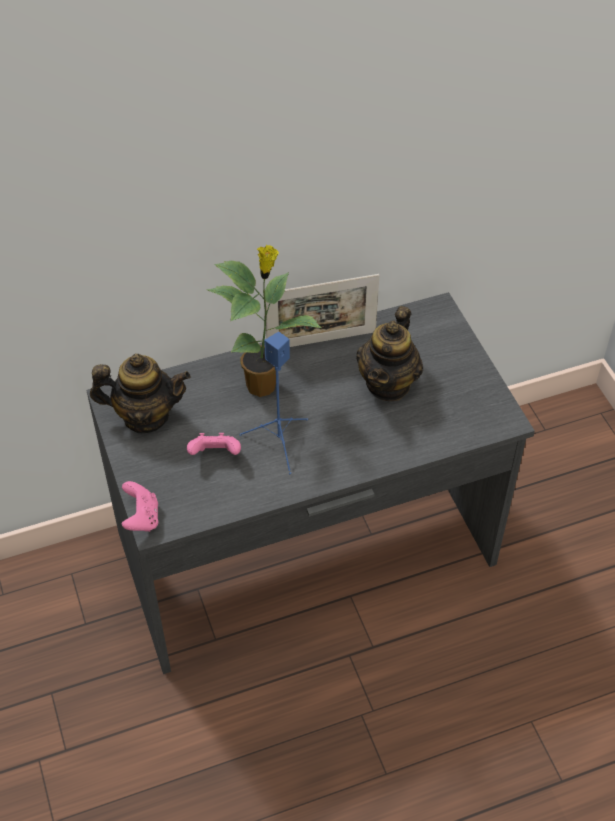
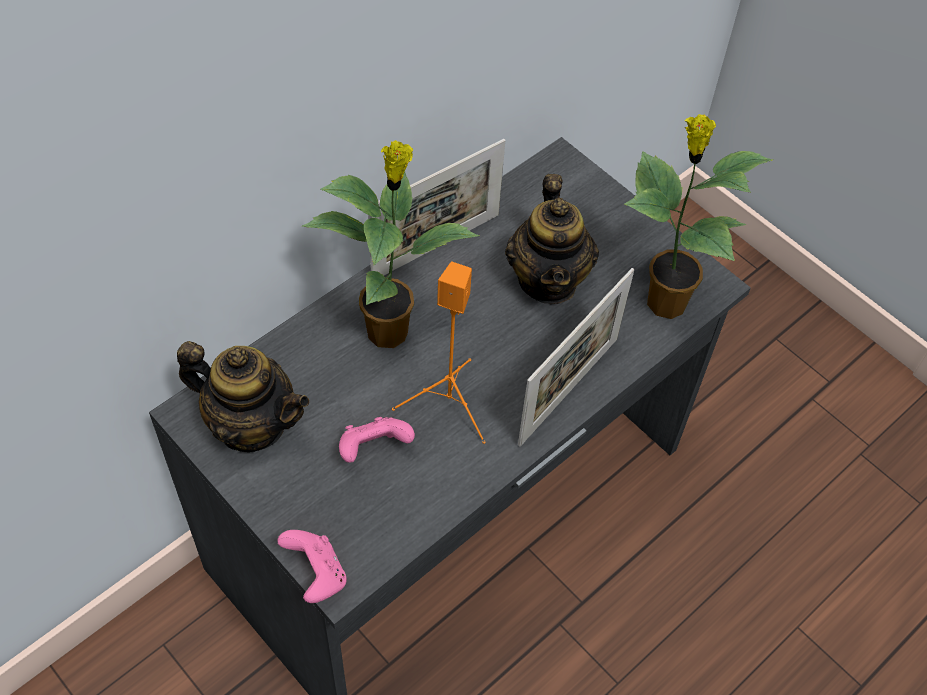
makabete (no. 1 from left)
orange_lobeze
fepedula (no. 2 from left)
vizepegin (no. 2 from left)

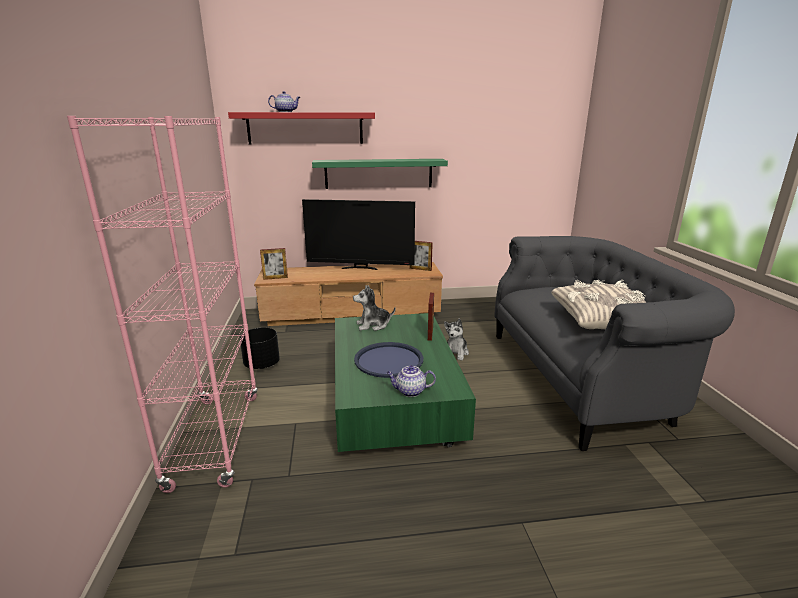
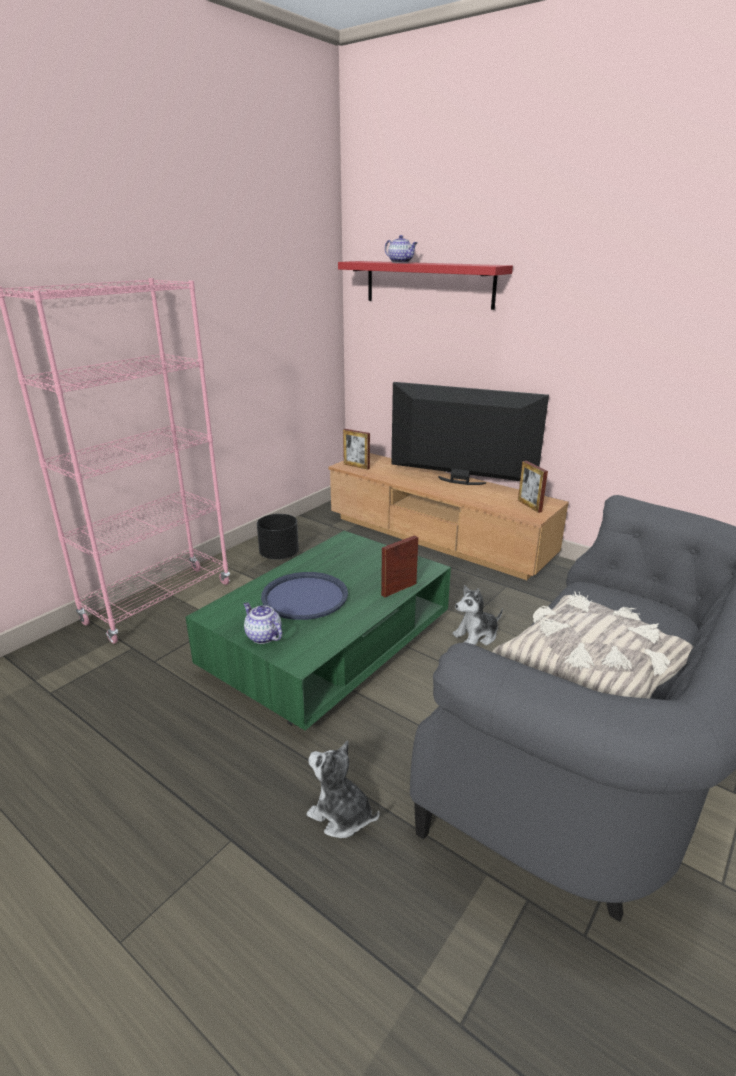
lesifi
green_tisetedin
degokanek (no. 1 from left)

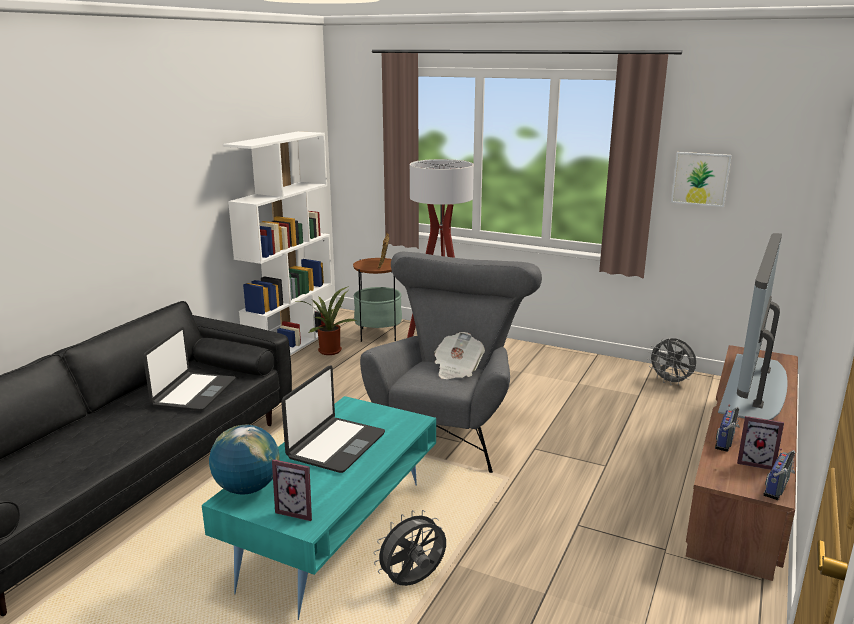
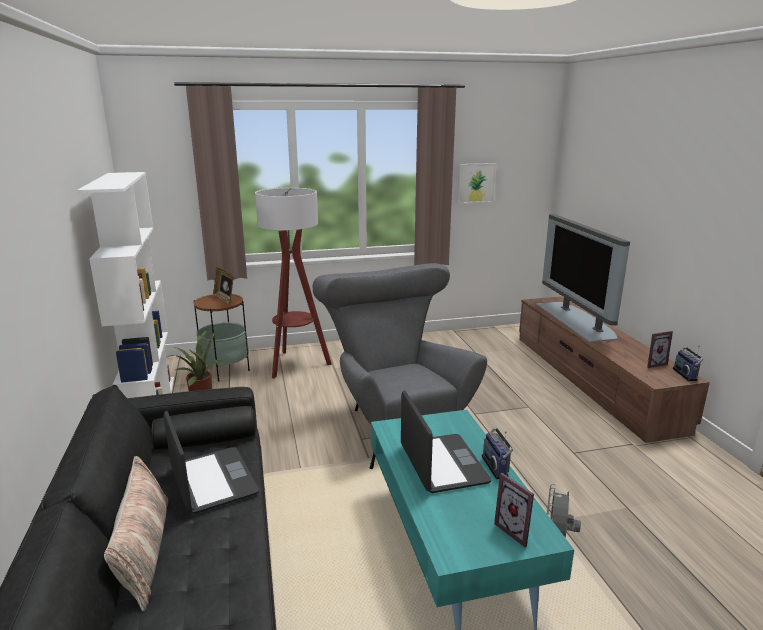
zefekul
fepedula (no. 2 from left)
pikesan
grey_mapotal (no. 2 from left in the first image)
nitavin (no. 1 from left)
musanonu

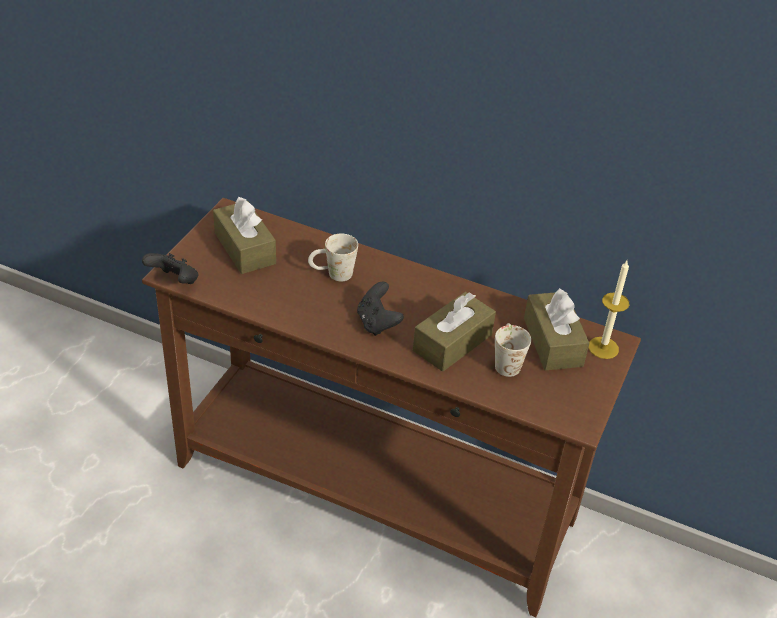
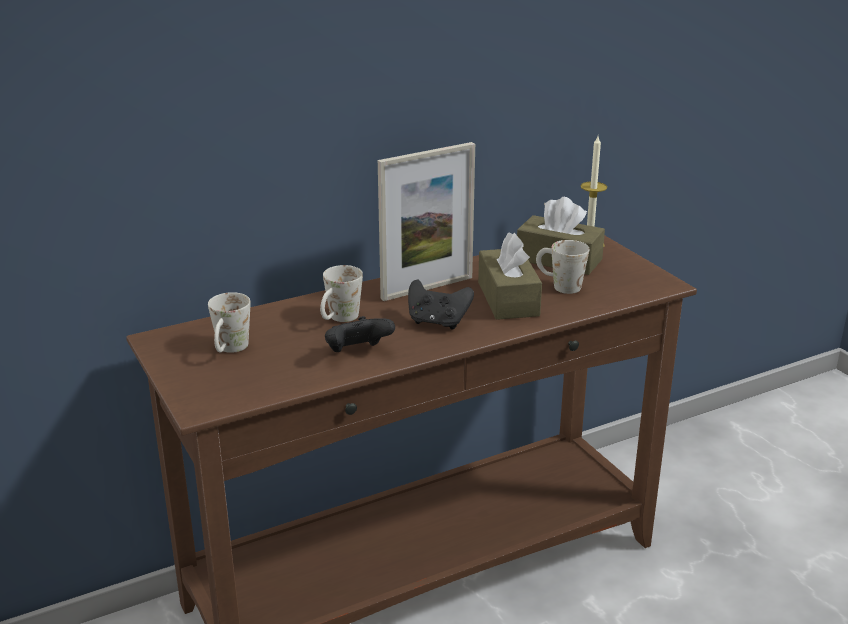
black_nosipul (no. 1 from left)
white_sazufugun (no. 1 from left)
fepedula

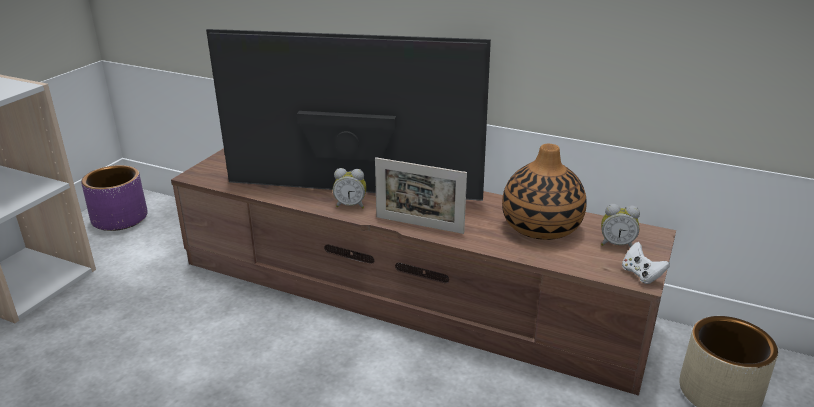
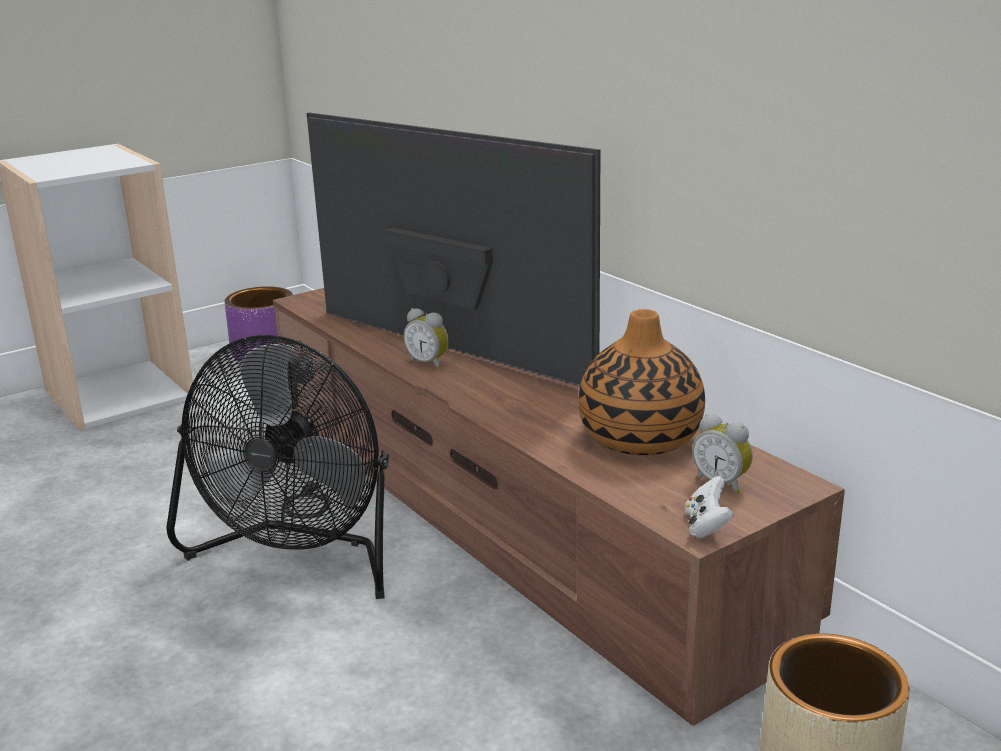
fepedula
black_mapotal

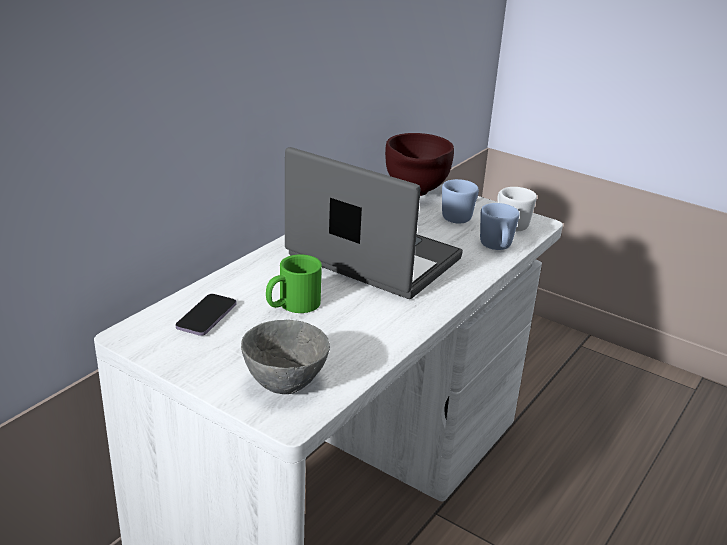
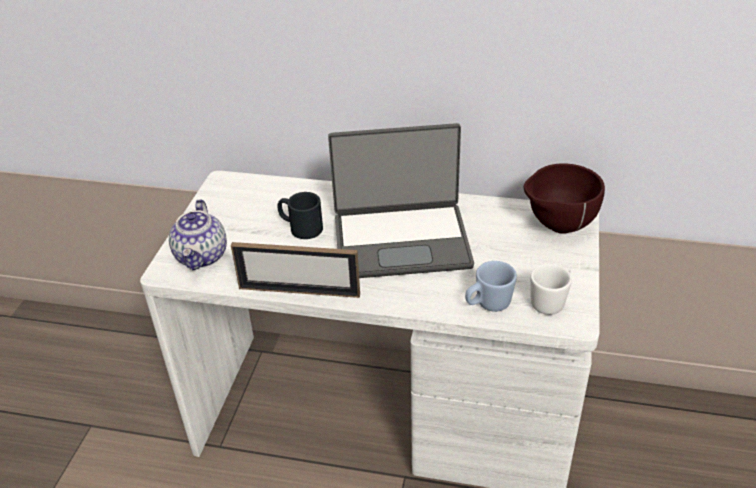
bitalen
makabete
black_sazufugun
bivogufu
blue_sazufugun (no. 1 from left in the first image)
fepedula

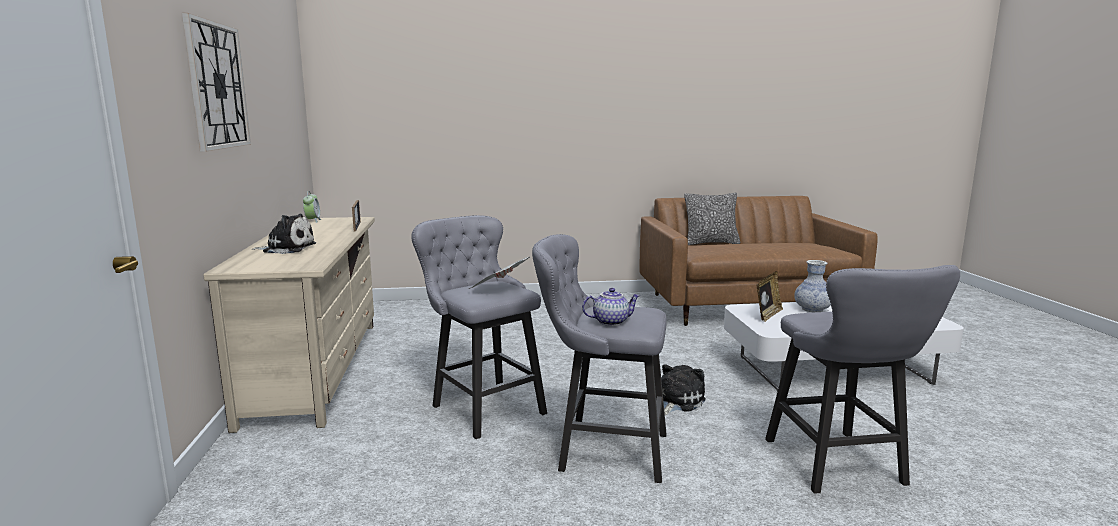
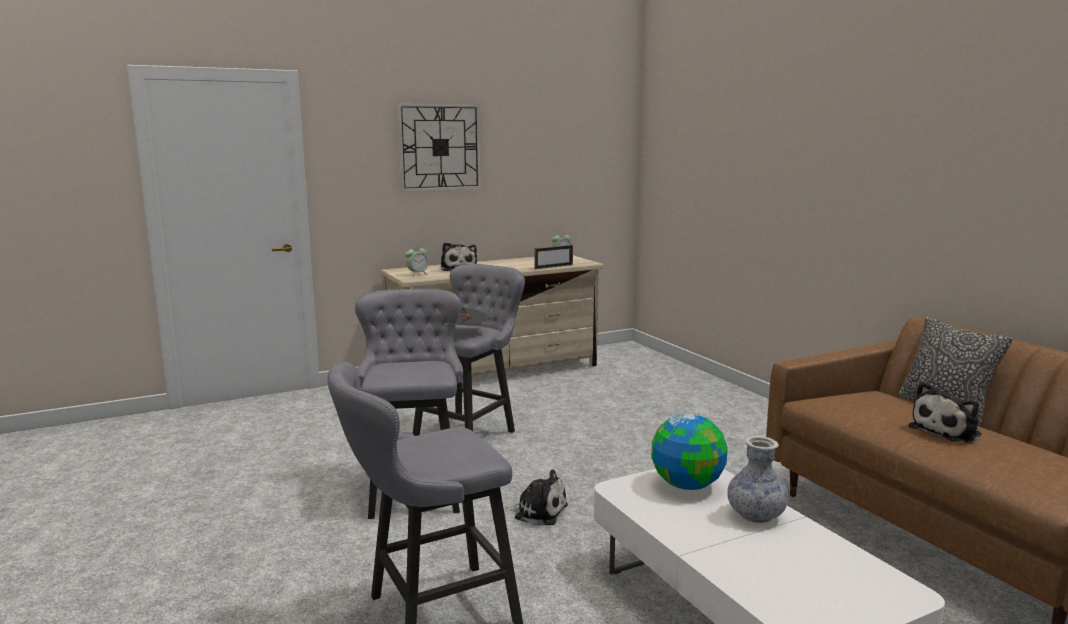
makabete
zefekul
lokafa (no. 1 from left)
degokanek (no. 3 from left)

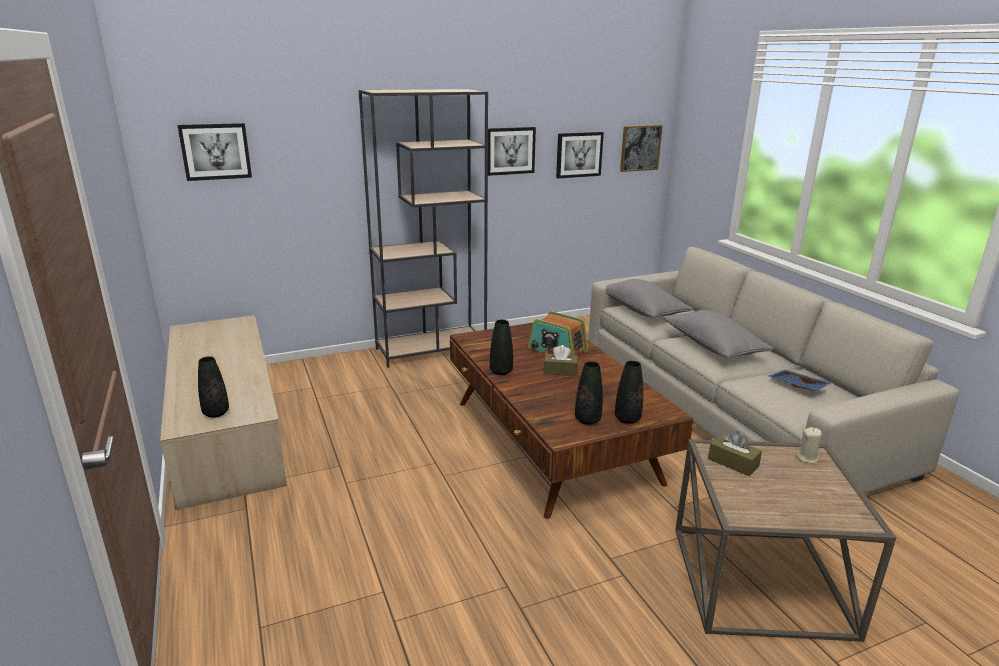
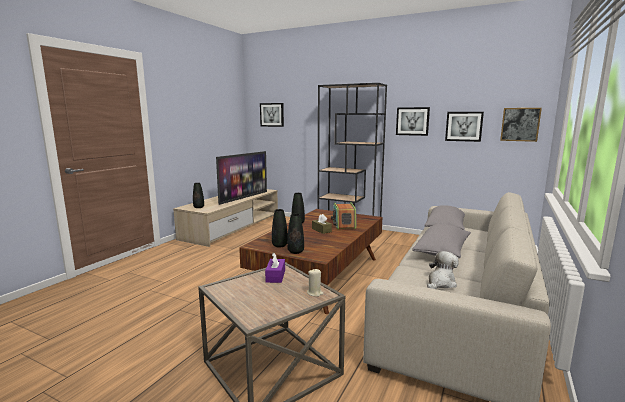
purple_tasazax
degokanek
lesifi

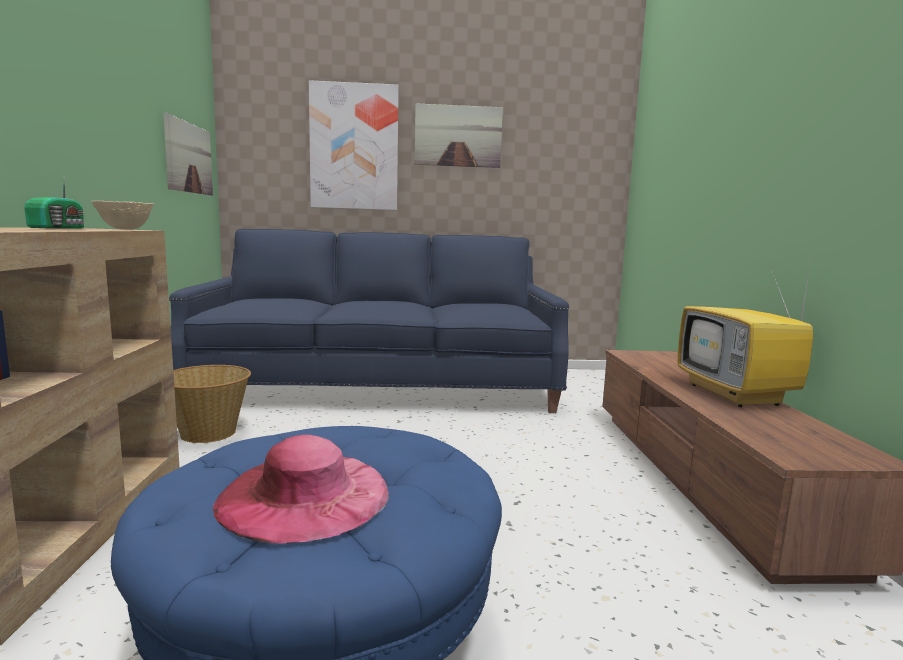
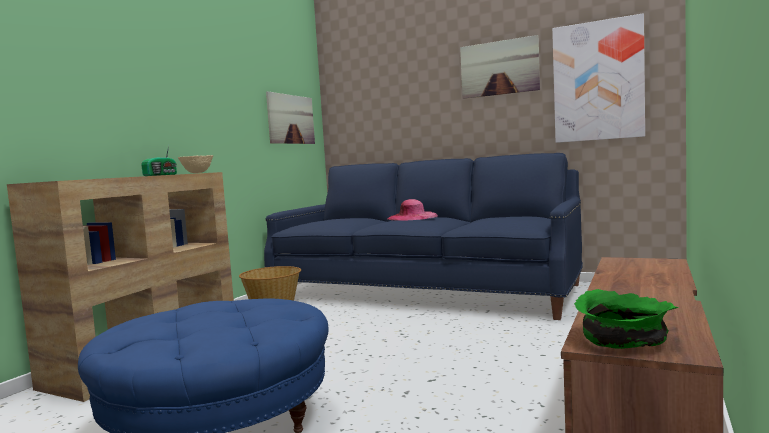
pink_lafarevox
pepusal (no. 3 from left)
lesifi
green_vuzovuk

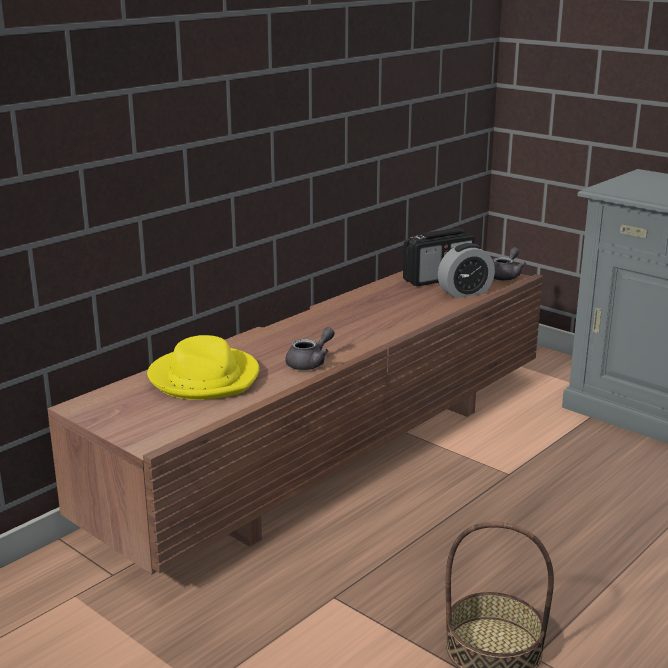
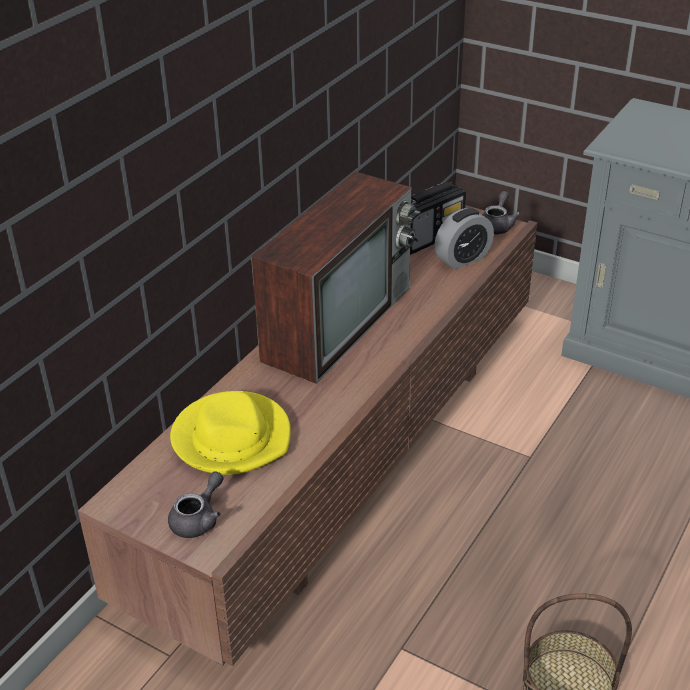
grey_makabete (no. 1 from left)
lesifi

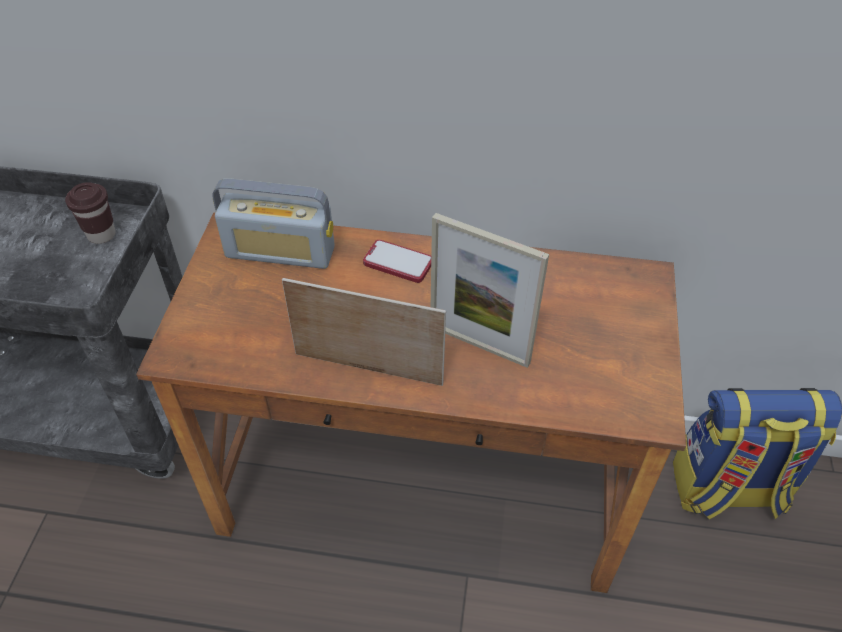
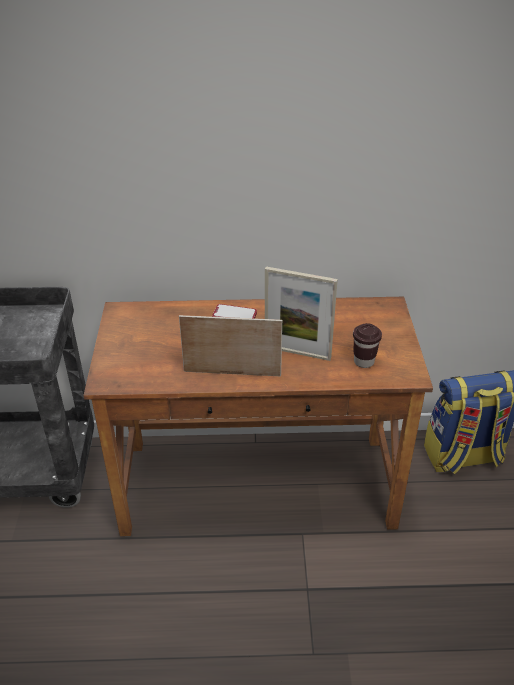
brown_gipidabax
nitavin

